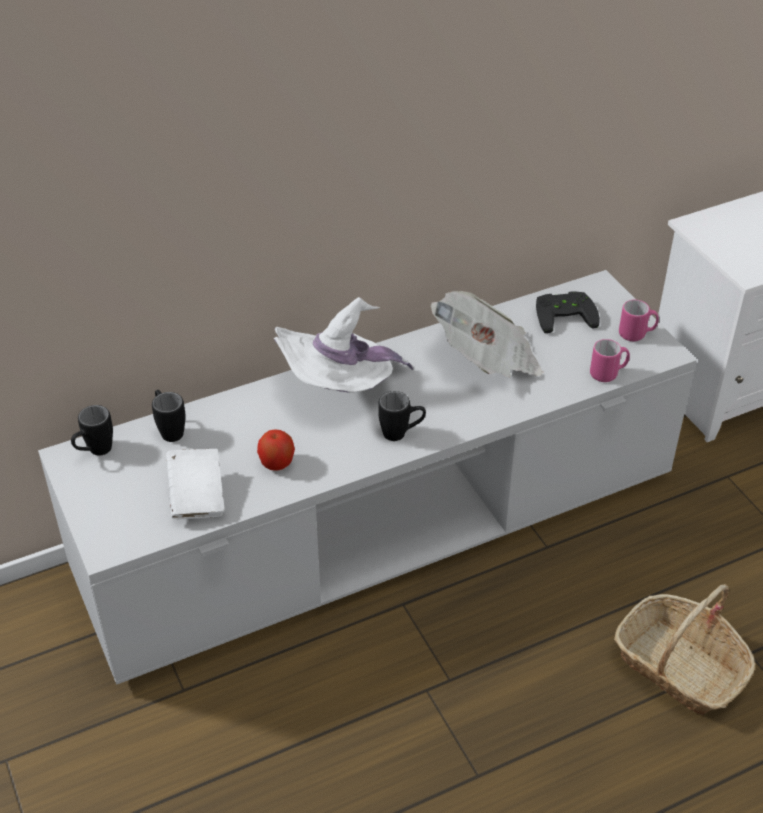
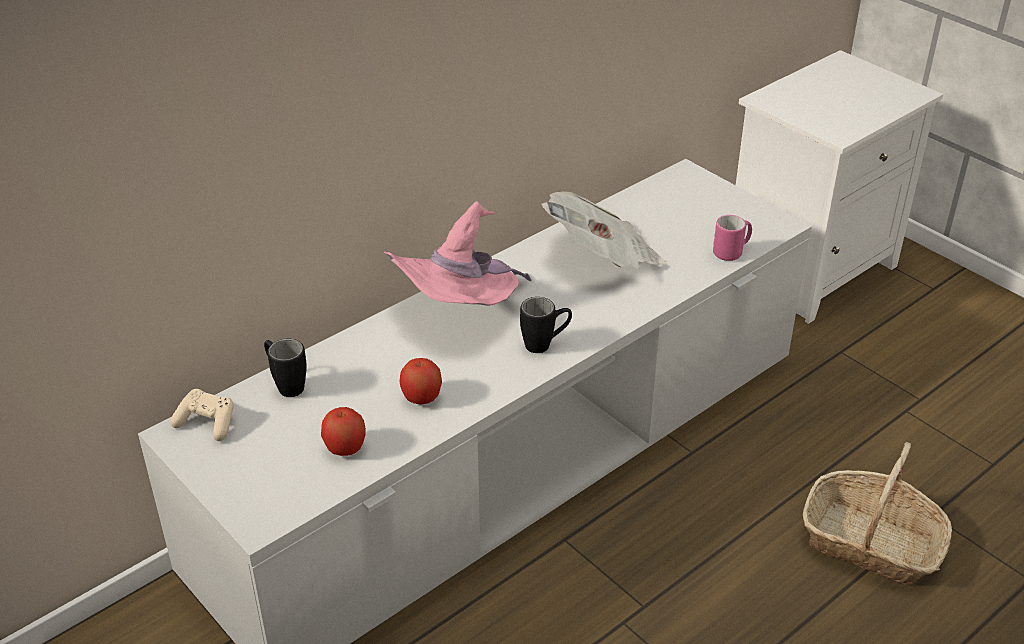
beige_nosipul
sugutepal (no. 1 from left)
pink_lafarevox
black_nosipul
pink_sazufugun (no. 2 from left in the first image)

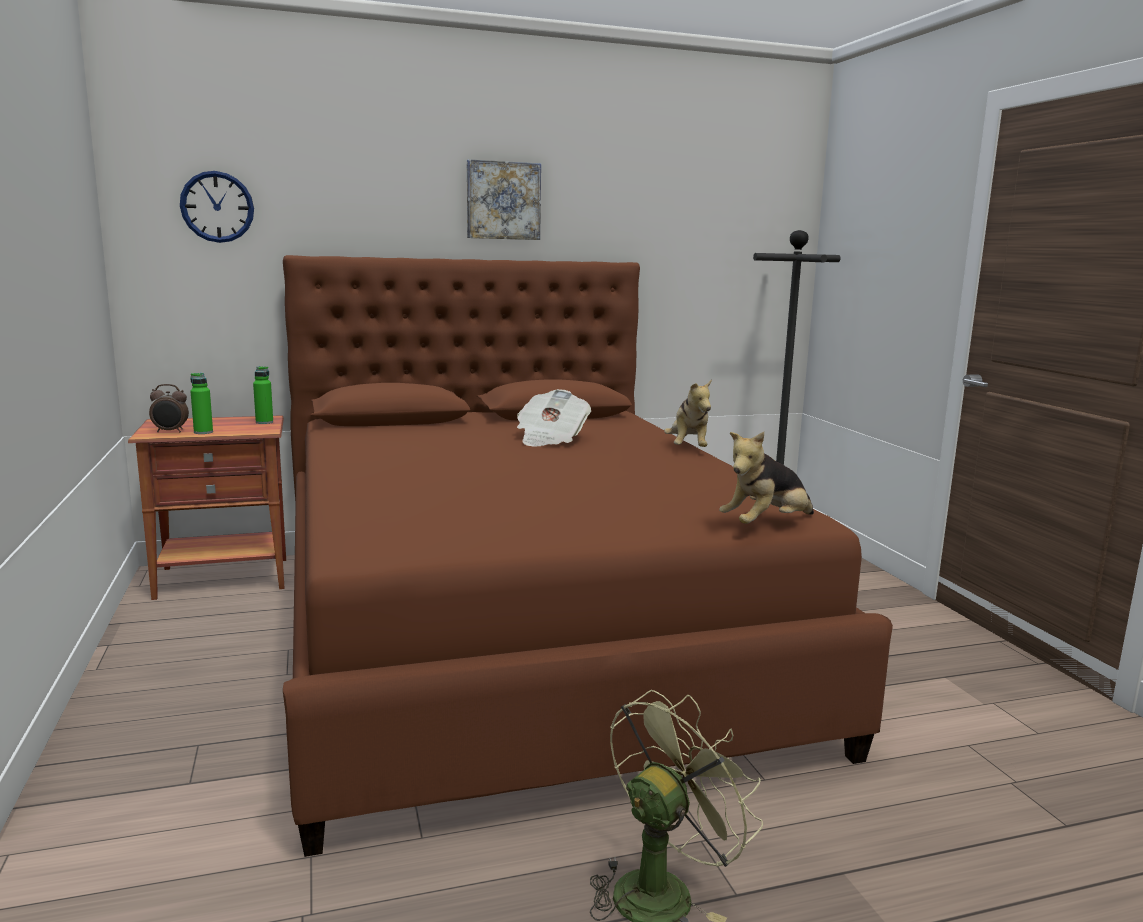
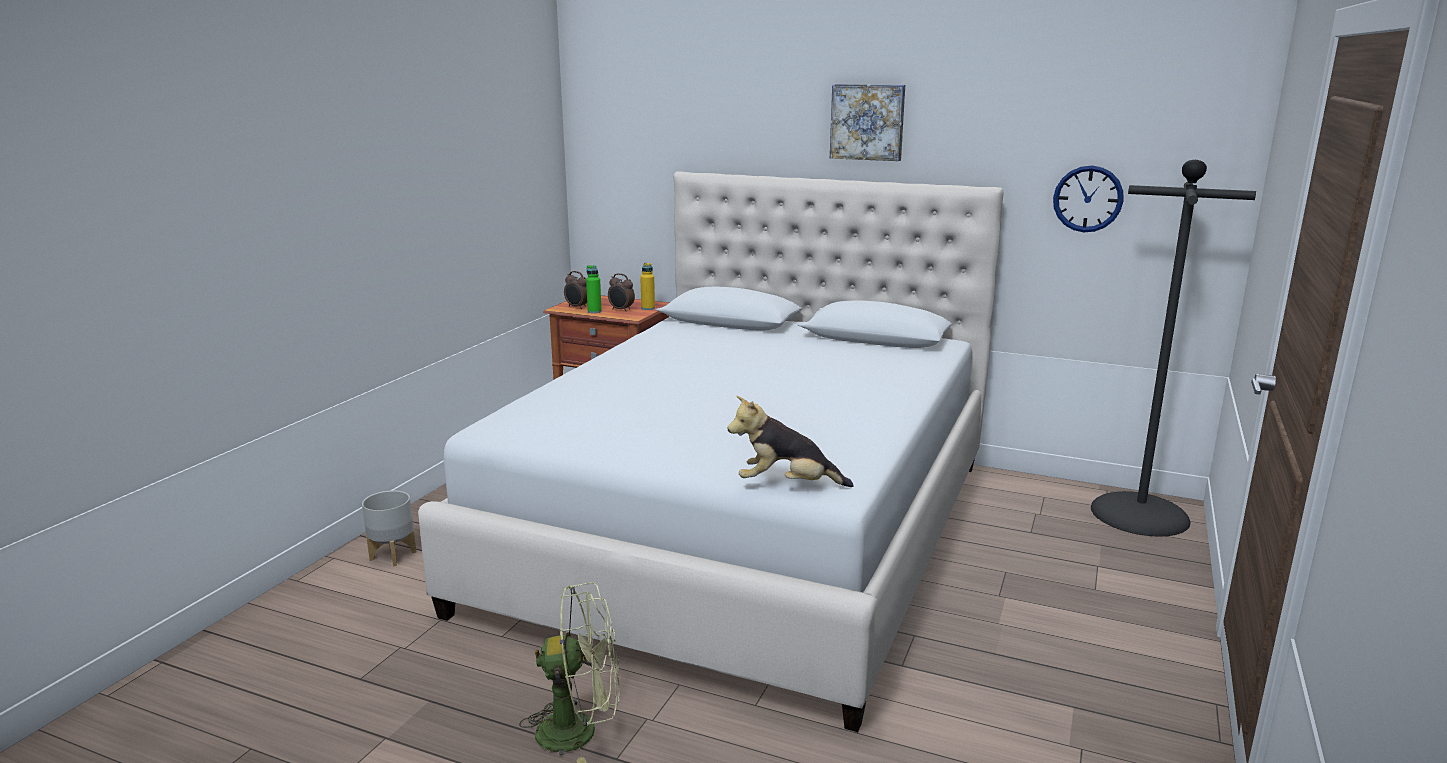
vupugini
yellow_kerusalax
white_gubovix
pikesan
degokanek (no. 1 from left in the first image)
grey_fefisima
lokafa (no. 2 from left)

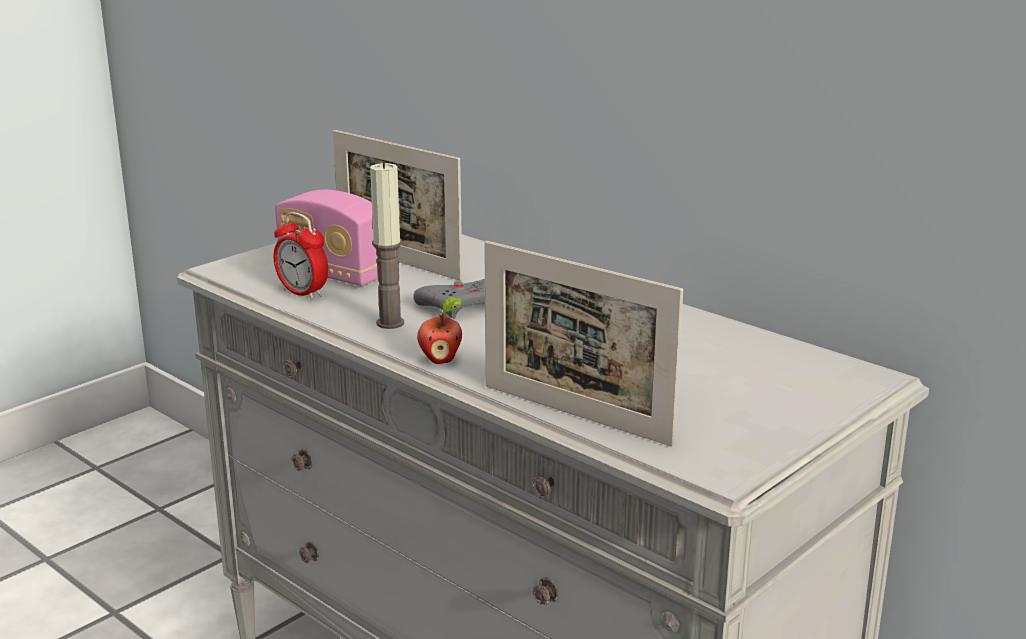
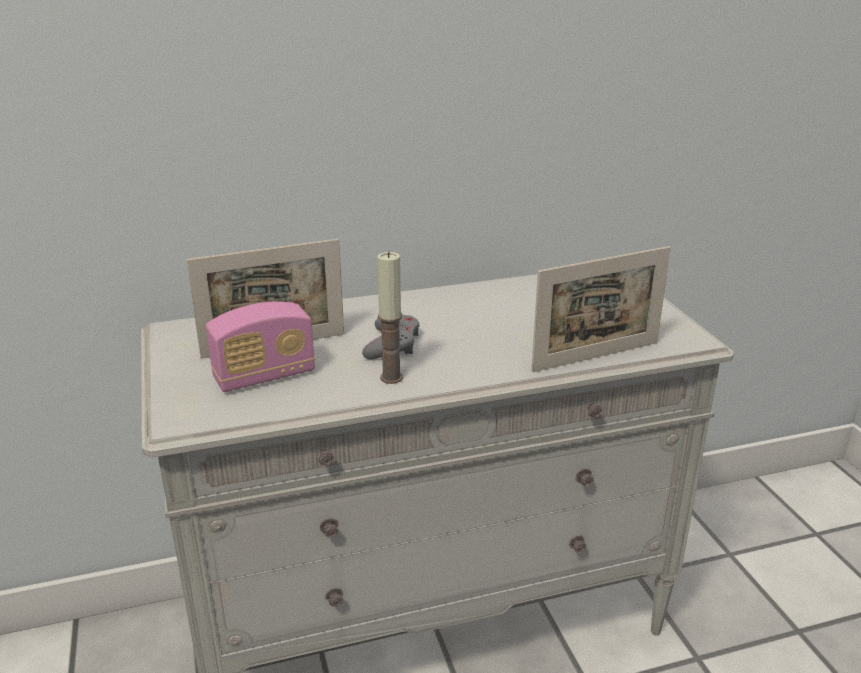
lokafa
sugutepal

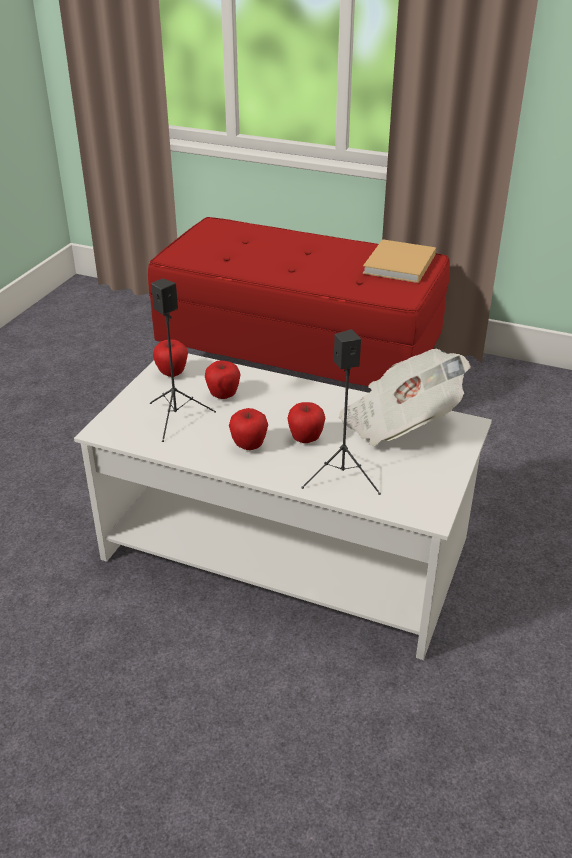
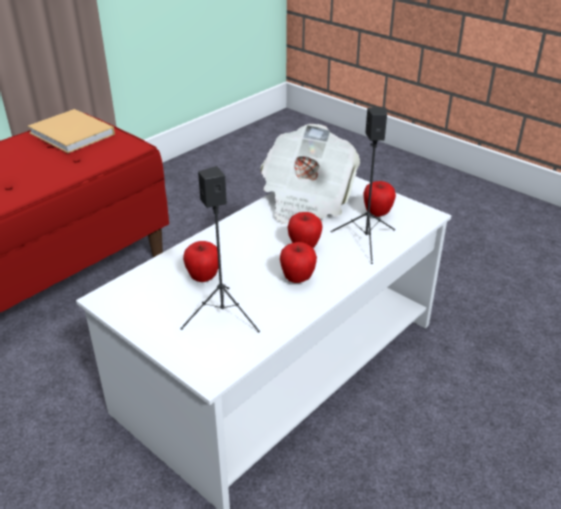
sugutepal (no. 4 from left)

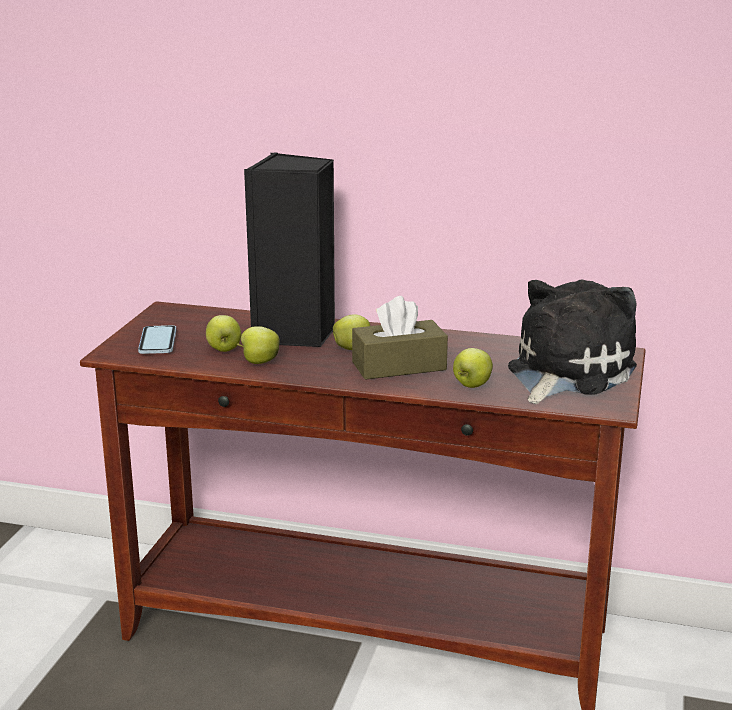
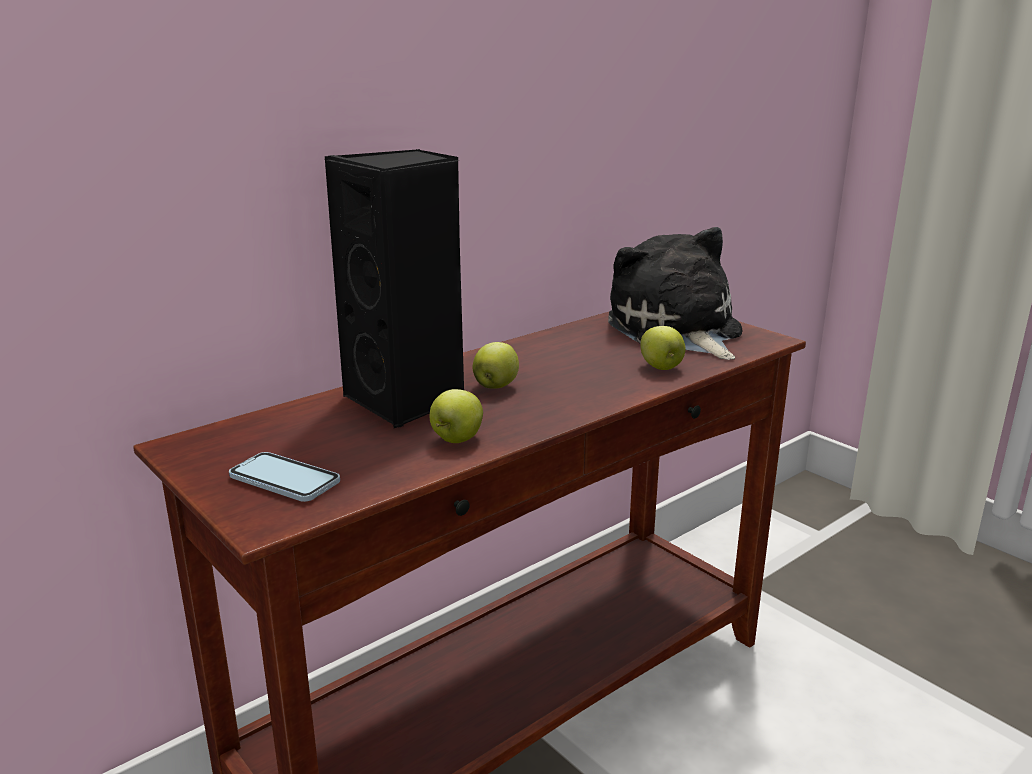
sugutepal (no. 1 from left in the first image)
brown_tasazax

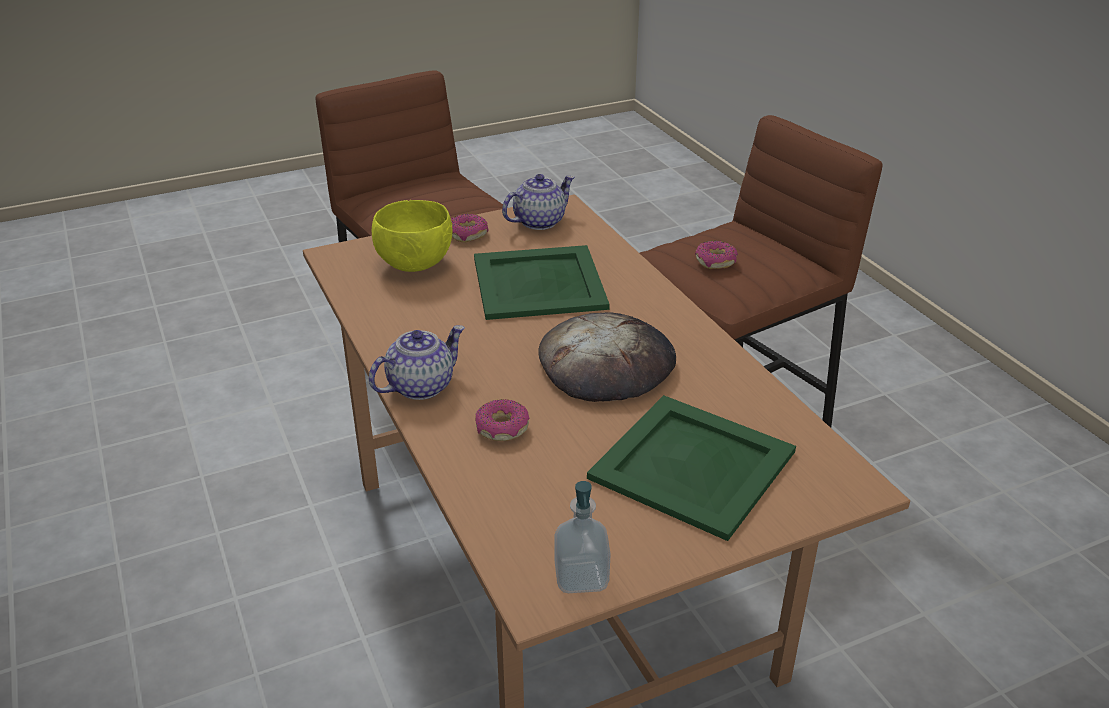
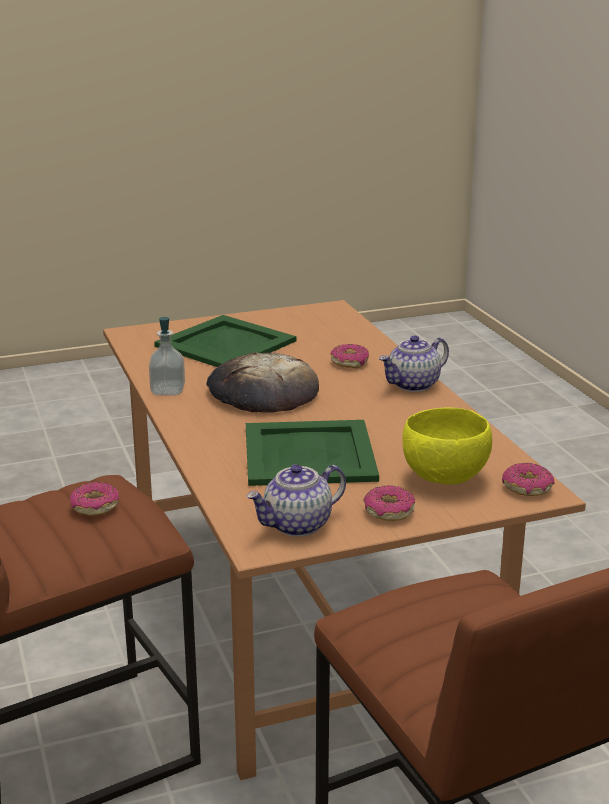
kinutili
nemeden (no. 4 from left)

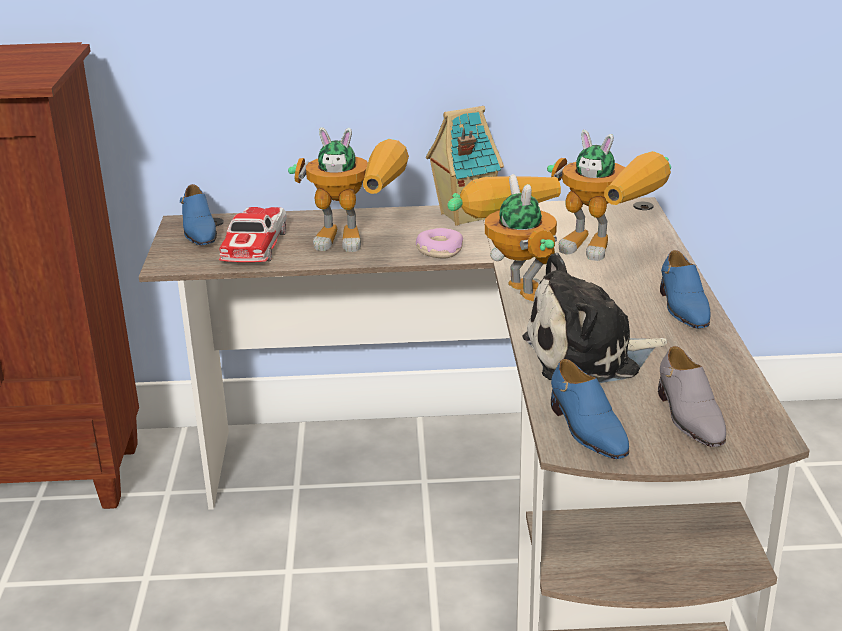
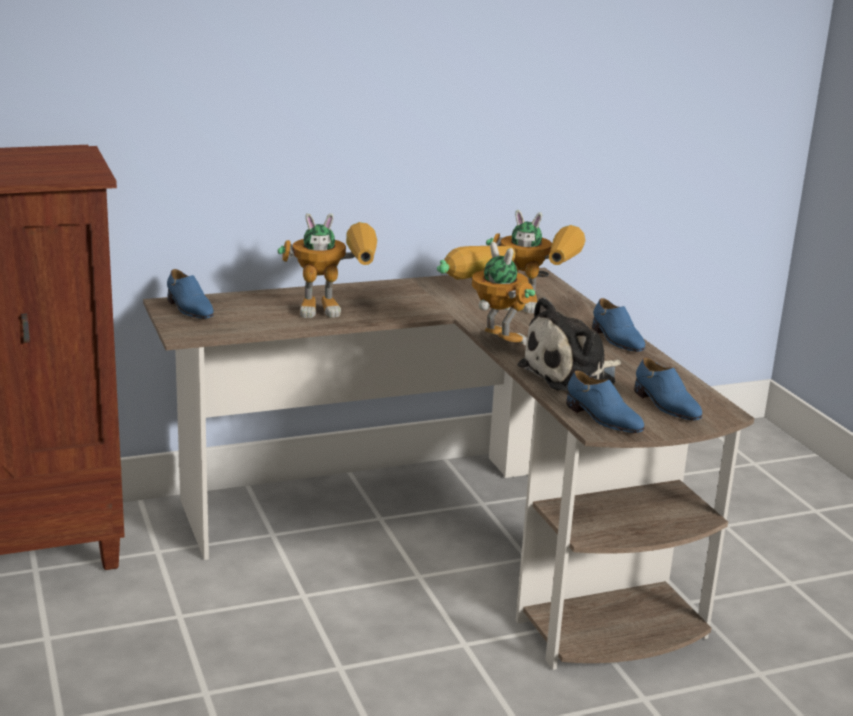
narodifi
nemeden
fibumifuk
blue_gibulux (no. 4 from left)

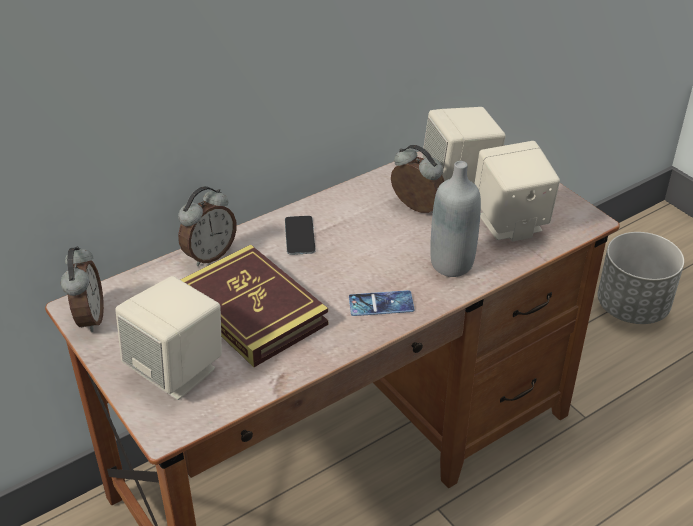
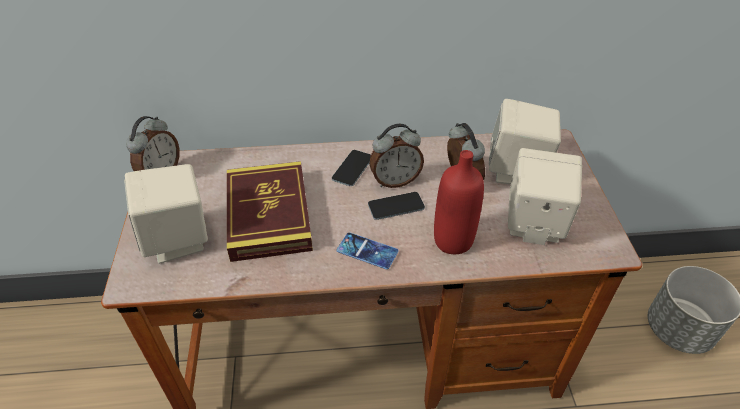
lokafa (no. 2 from left)
red_kerusalax
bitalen (no. 3 from left)

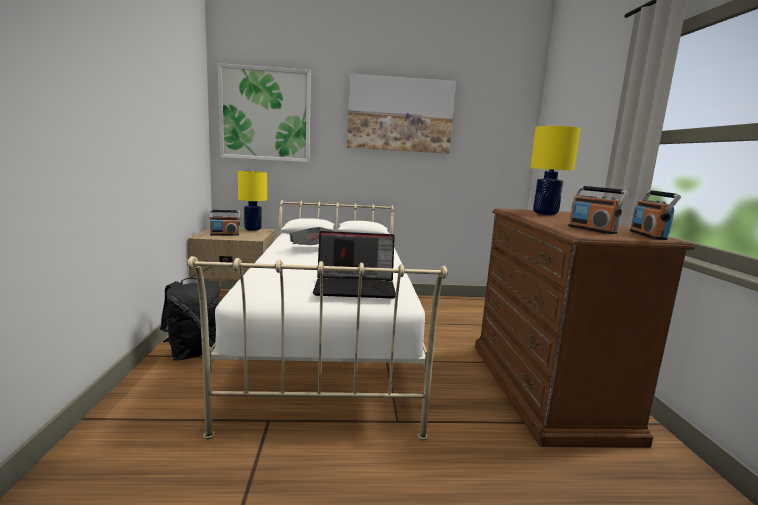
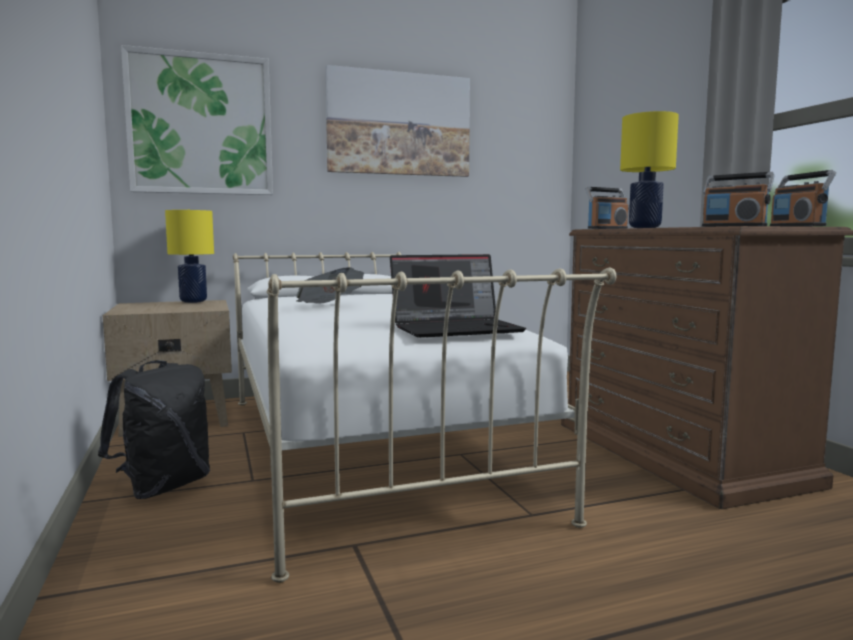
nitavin (no. 1 from left)

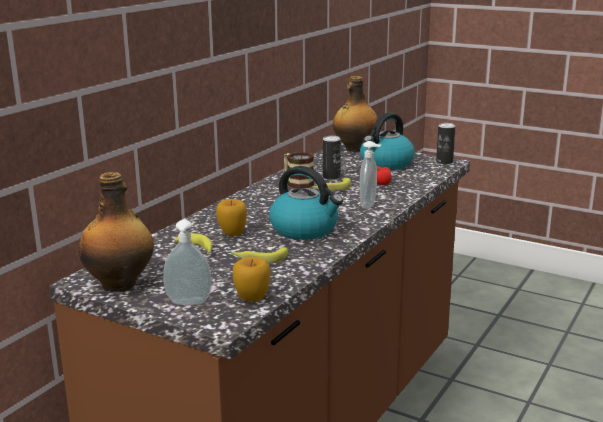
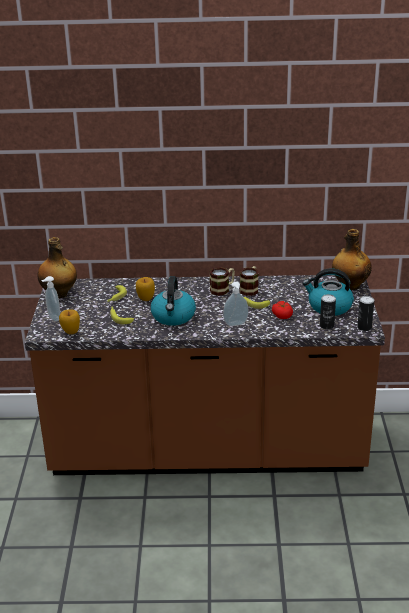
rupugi (no. 1 from left)
sazufugun (no. 1 from left)

